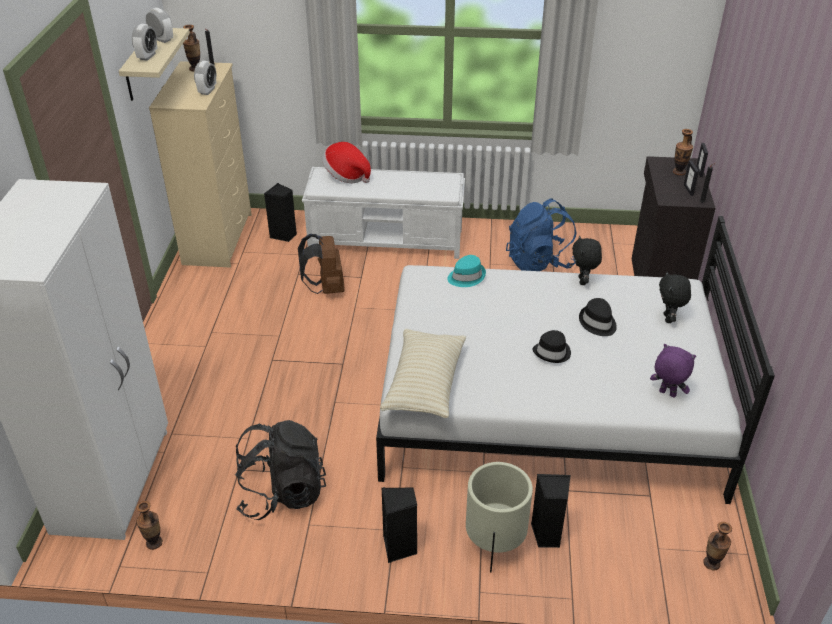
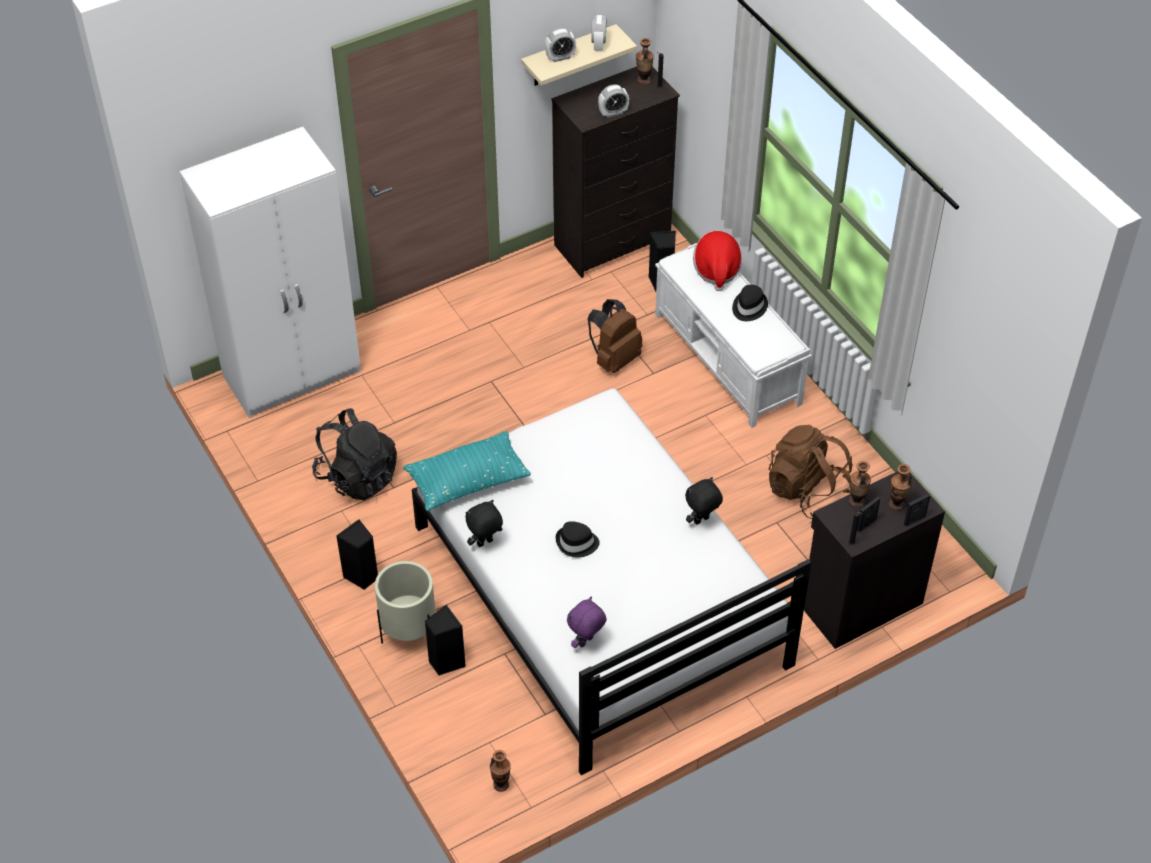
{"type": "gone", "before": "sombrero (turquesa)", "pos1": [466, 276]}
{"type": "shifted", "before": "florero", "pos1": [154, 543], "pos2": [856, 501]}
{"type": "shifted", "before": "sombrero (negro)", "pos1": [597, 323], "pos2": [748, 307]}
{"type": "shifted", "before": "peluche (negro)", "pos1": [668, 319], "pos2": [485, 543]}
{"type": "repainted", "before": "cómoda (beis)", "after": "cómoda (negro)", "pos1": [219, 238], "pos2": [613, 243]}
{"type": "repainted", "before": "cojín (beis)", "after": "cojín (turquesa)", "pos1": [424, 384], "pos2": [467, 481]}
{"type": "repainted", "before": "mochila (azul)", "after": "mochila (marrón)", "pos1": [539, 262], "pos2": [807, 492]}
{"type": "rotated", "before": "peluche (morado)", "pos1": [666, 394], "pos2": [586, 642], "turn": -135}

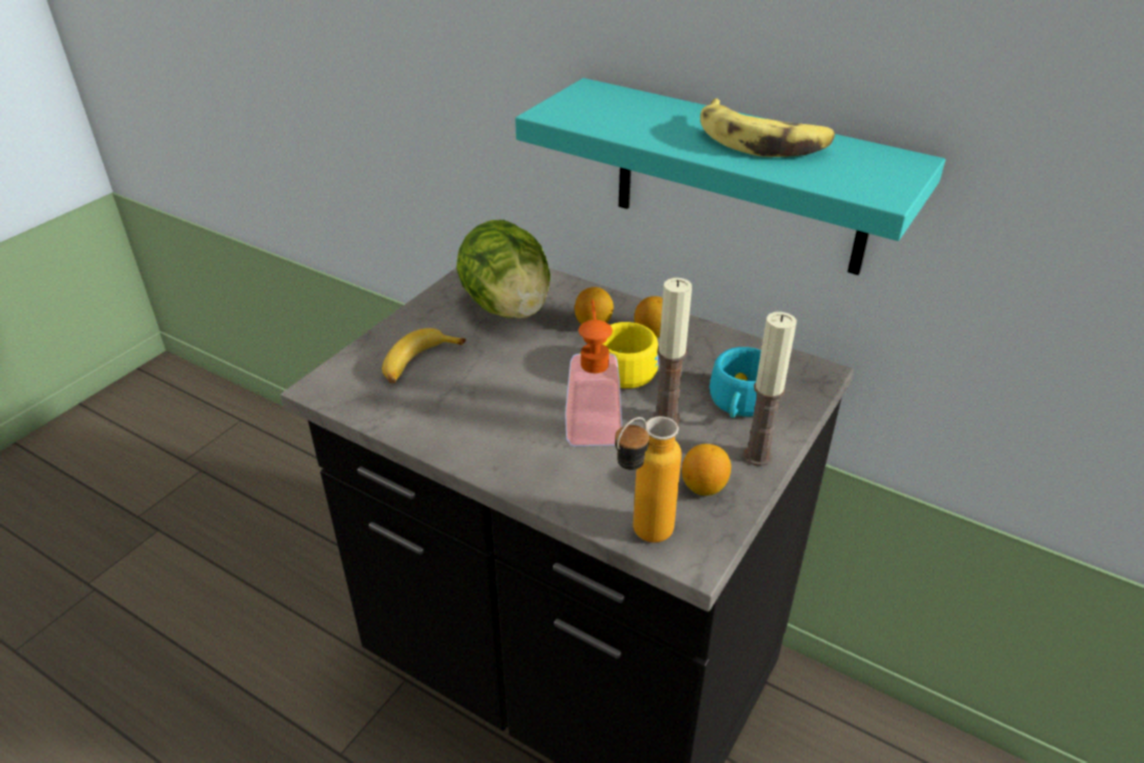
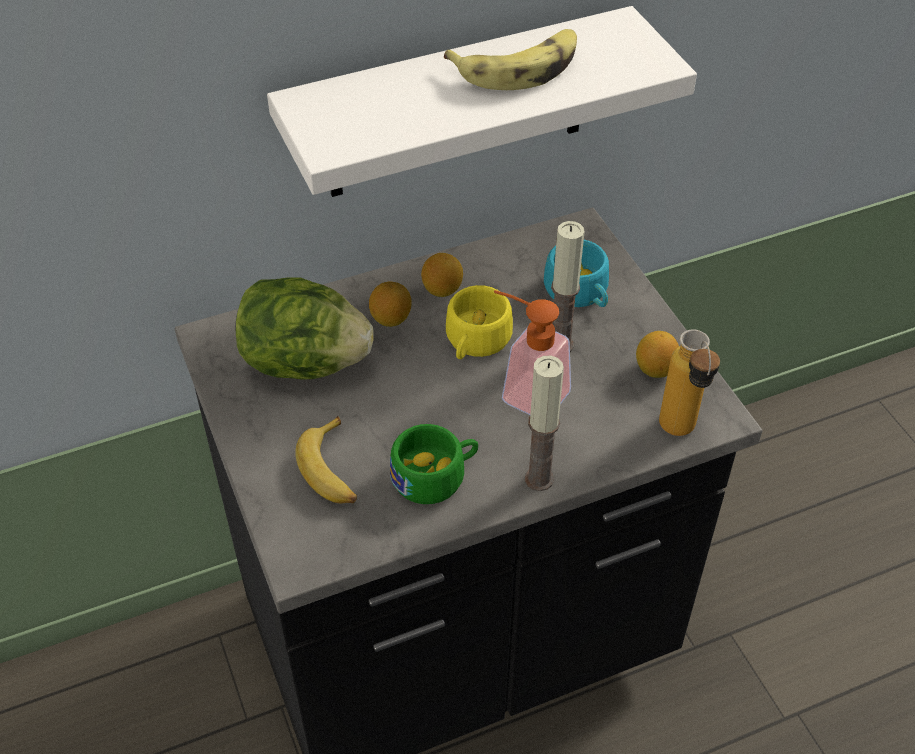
{"type": "new", "after": "taza (verde)", "pos2": [436, 475]}
{"type": "shifted", "before": "vela", "pos1": [758, 456], "pos2": [539, 479]}
{"type": "repainted", "before": "estante (turquesa)", "after": "estante (blanco)", "pos1": [740, 178], "pos2": [457, 106]}

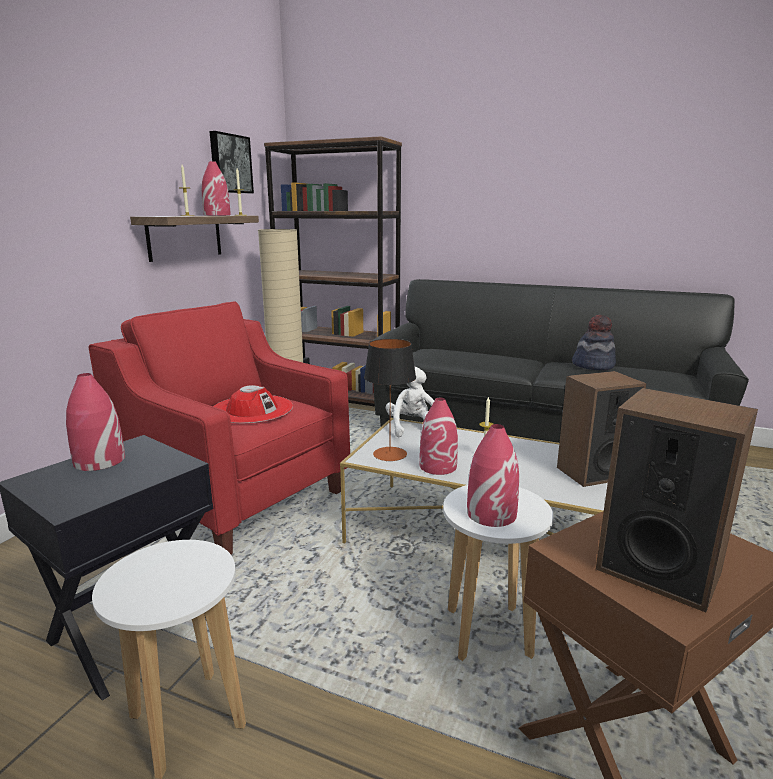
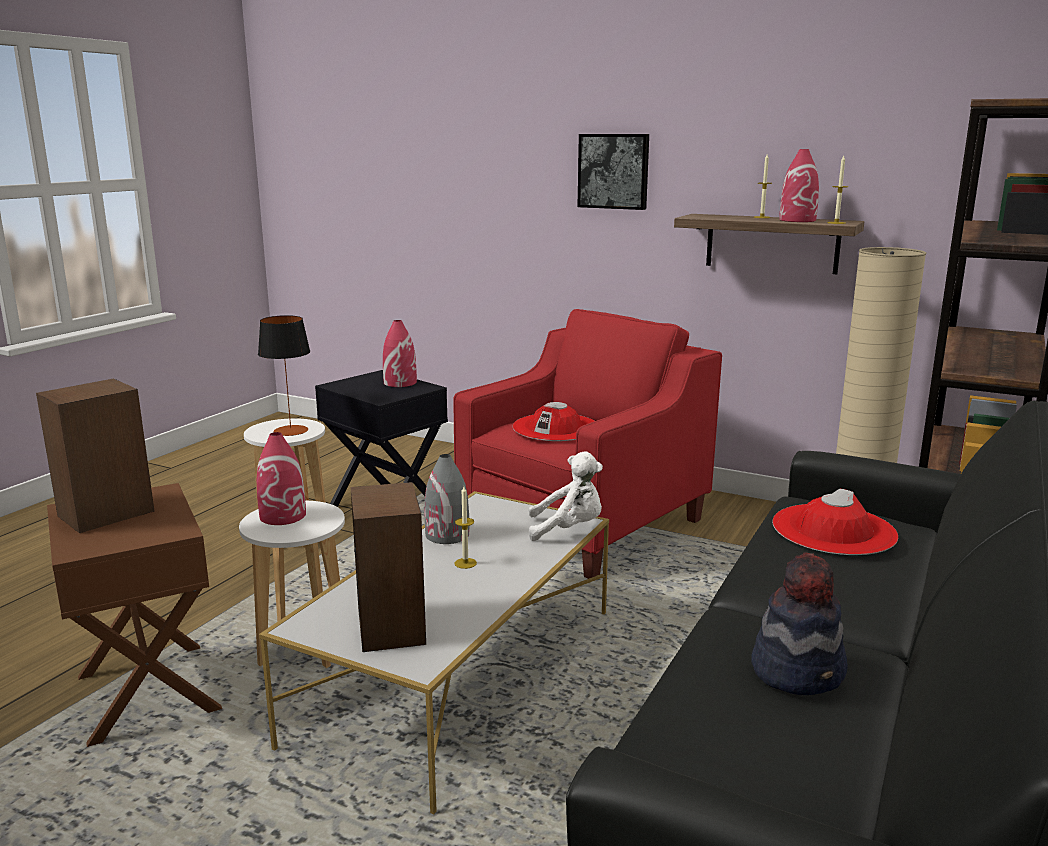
{"type": "new", "after": "sombrero (rojo)", "pos2": [833, 530]}
{"type": "shifted", "before": "cuadro", "pos1": [230, 164], "pos2": [614, 171]}
{"type": "shifted", "before": "lámpara de mesa", "pos1": [389, 454], "pos2": [290, 430]}
{"type": "repainted", "before": "florero (rojo)", "after": "florero (gris)", "pos1": [438, 466], "pos2": [447, 535]}

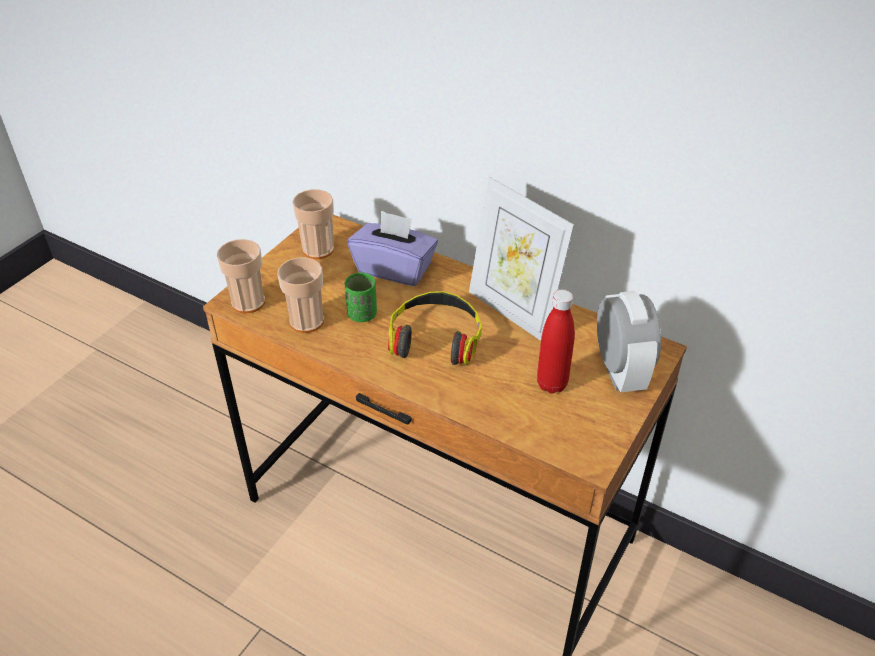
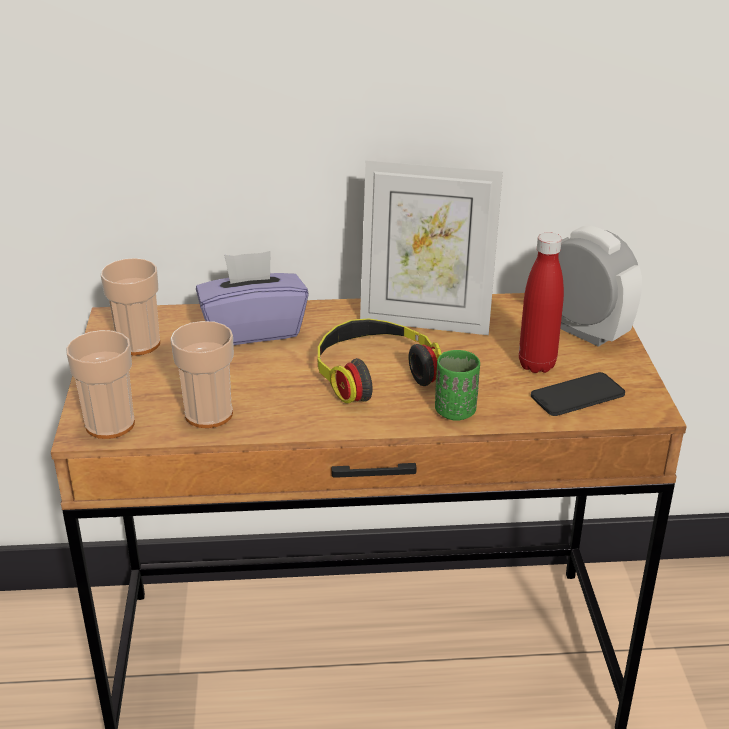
{"type": "new", "after": "móvil", "pos2": [577, 395]}
{"type": "shifted", "before": "taza (verde)", "pos1": [362, 315], "pos2": [455, 411]}

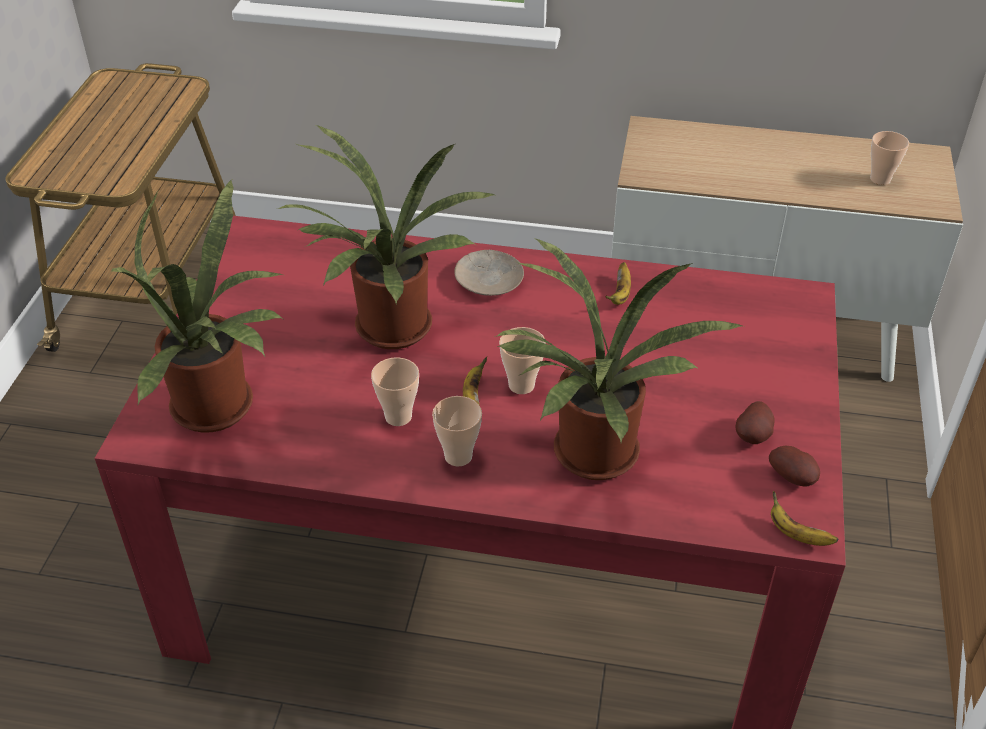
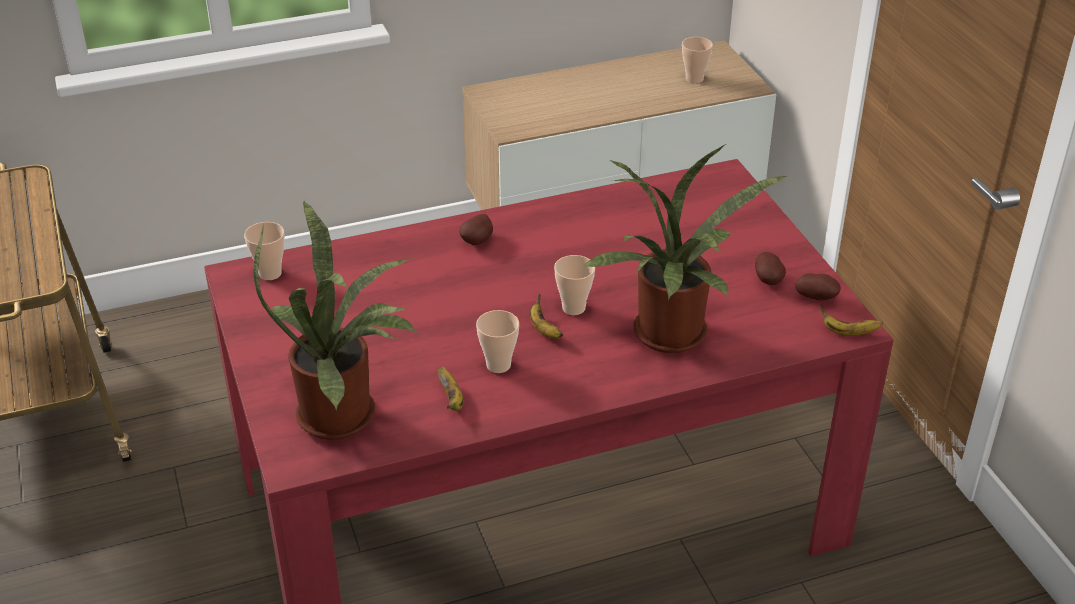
{"type": "gone", "before": "planta en maceta", "pos1": [390, 333]}
{"type": "shifted", "before": "taza", "pos1": [458, 456], "pos2": [270, 273]}
{"type": "shifted", "before": "plátano", "pos1": [620, 294], "pos2": [451, 399]}
{"type": "swapped", "before": "plato (beis)", "after": "patata", "pos1": [489, 280], "pos2": [478, 242]}

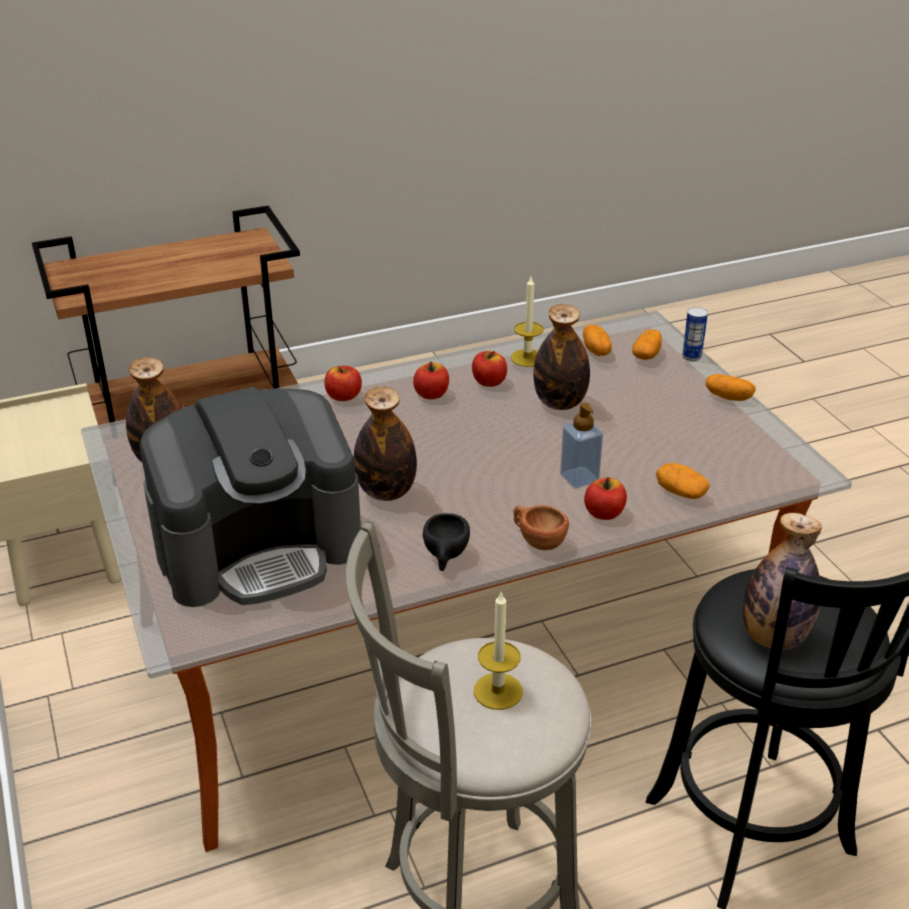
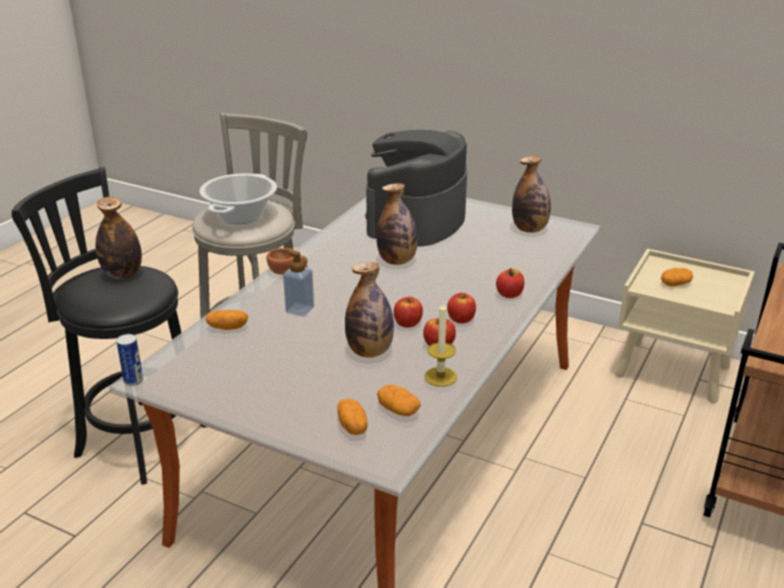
{"type": "gone", "before": "taza (negro)", "pos1": [445, 557]}
{"type": "shifted", "before": "manzana", "pos1": [604, 513], "pos2": [407, 323]}
{"type": "shifted", "before": "lata", "pos1": [691, 357], "pos2": [133, 380]}
{"type": "shifted", "before": "patata", "pos1": [728, 397], "pos2": [675, 284]}
{"type": "swapped", "before": "vela", "after": "olla", "pos1": [498, 691], "pos2": [240, 216]}

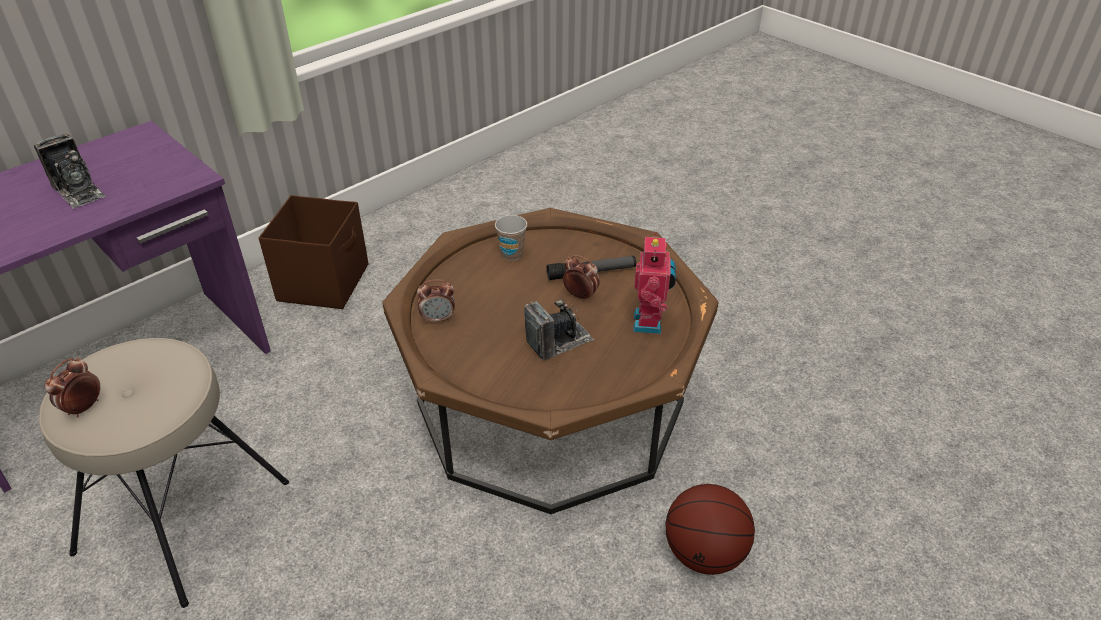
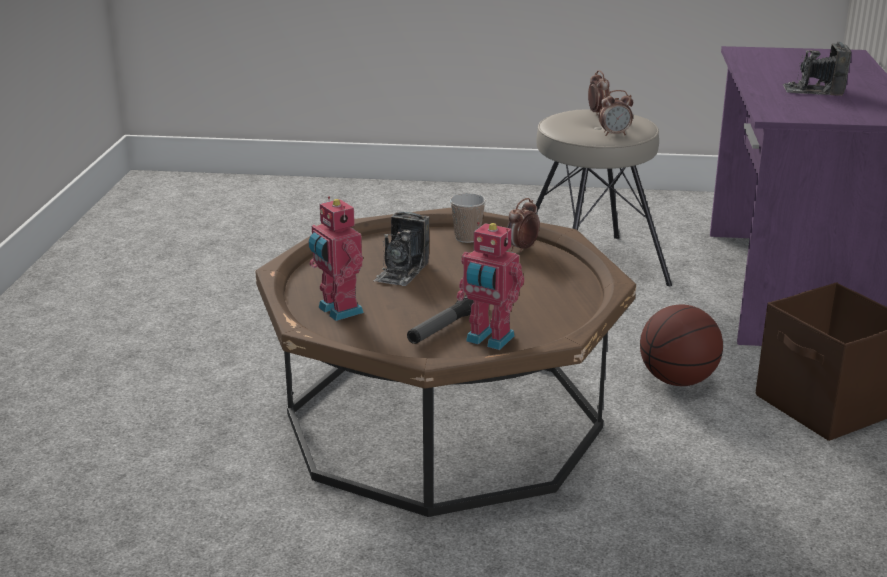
{"type": "new", "after": "robot de juguete", "pos2": [488, 340]}
{"type": "shifted", "before": "taza", "pos1": [512, 254], "pos2": [467, 238]}
{"type": "shifted", "before": "despertador", "pos1": [580, 296], "pos2": [614, 134]}
{"type": "shifted", "before": "balón de baloncesto", "pos1": [704, 553], "pos2": [677, 380]}

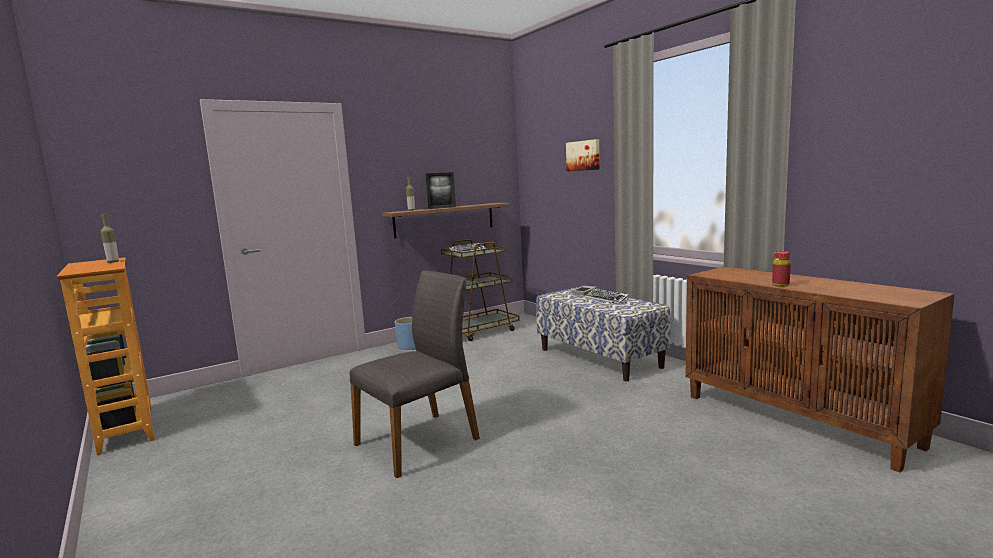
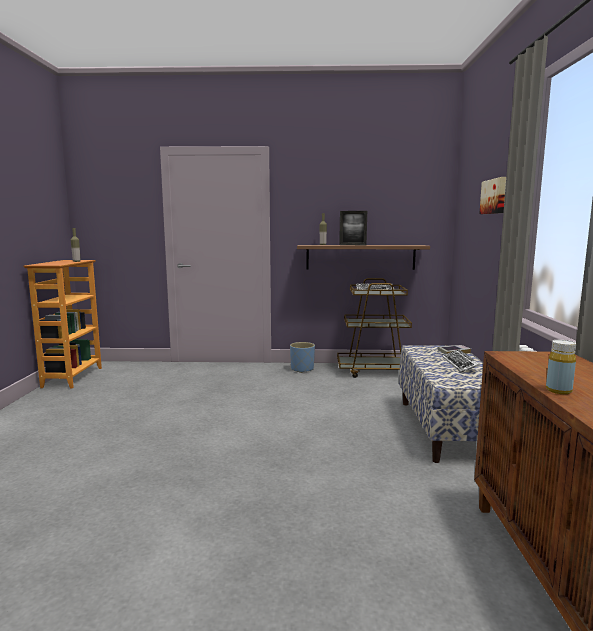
{"type": "gone", "before": "silla (gris)", "pos1": [419, 441]}
{"type": "repainted", "before": "botella (rojo)", "after": "botella (amarillo)", "pos1": [780, 285], "pos2": [558, 390]}

